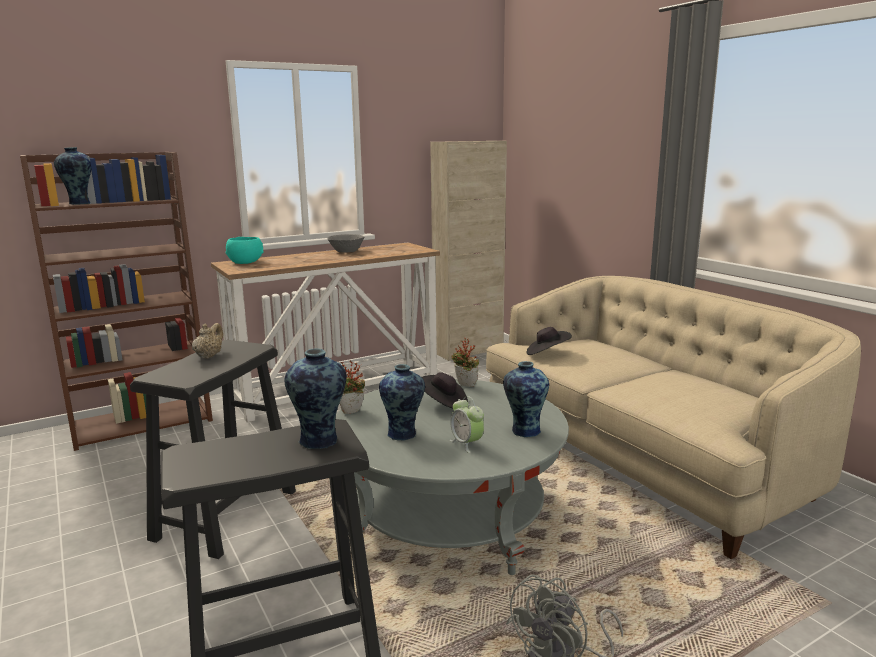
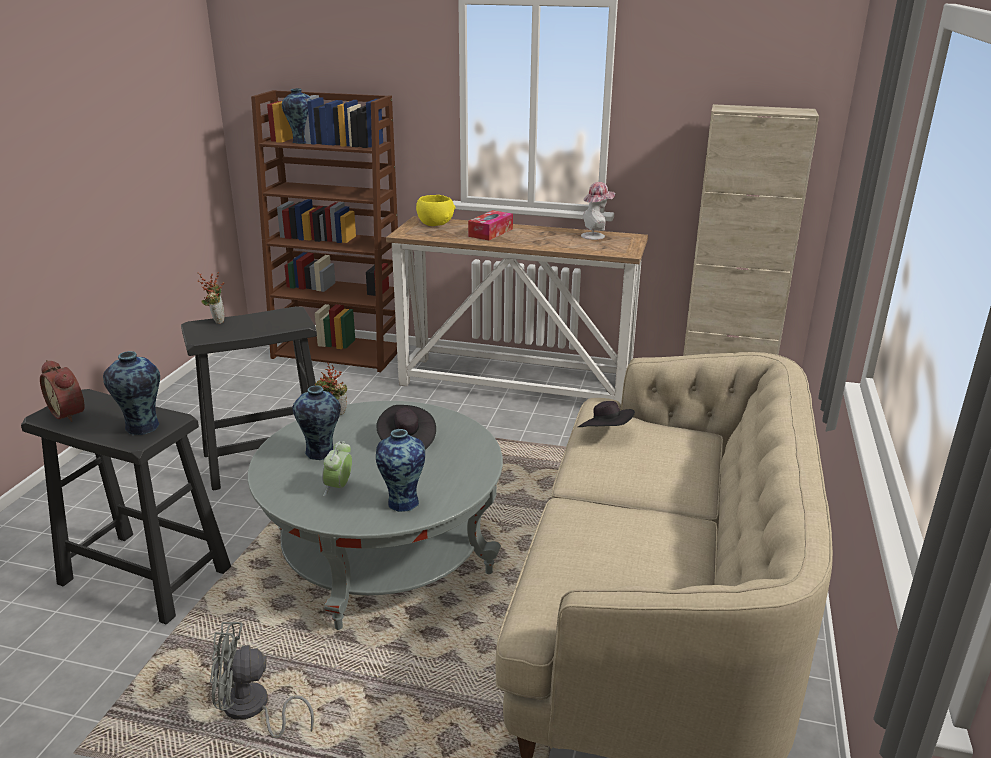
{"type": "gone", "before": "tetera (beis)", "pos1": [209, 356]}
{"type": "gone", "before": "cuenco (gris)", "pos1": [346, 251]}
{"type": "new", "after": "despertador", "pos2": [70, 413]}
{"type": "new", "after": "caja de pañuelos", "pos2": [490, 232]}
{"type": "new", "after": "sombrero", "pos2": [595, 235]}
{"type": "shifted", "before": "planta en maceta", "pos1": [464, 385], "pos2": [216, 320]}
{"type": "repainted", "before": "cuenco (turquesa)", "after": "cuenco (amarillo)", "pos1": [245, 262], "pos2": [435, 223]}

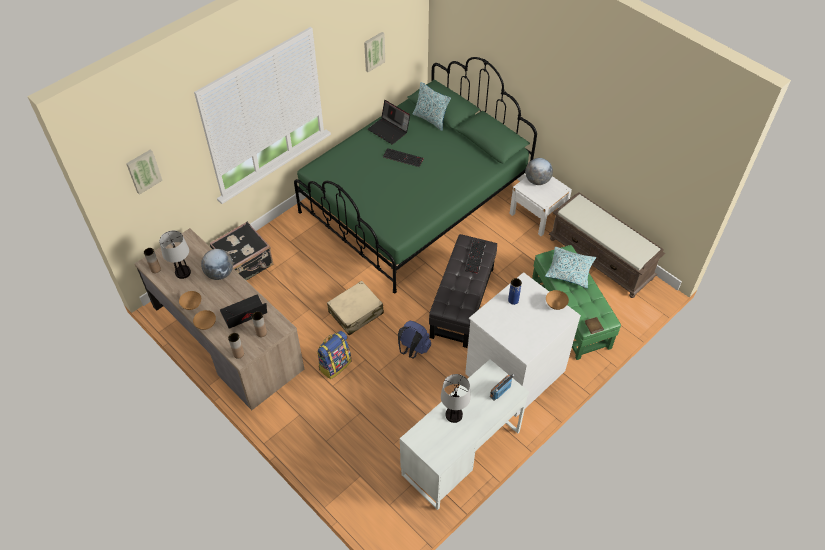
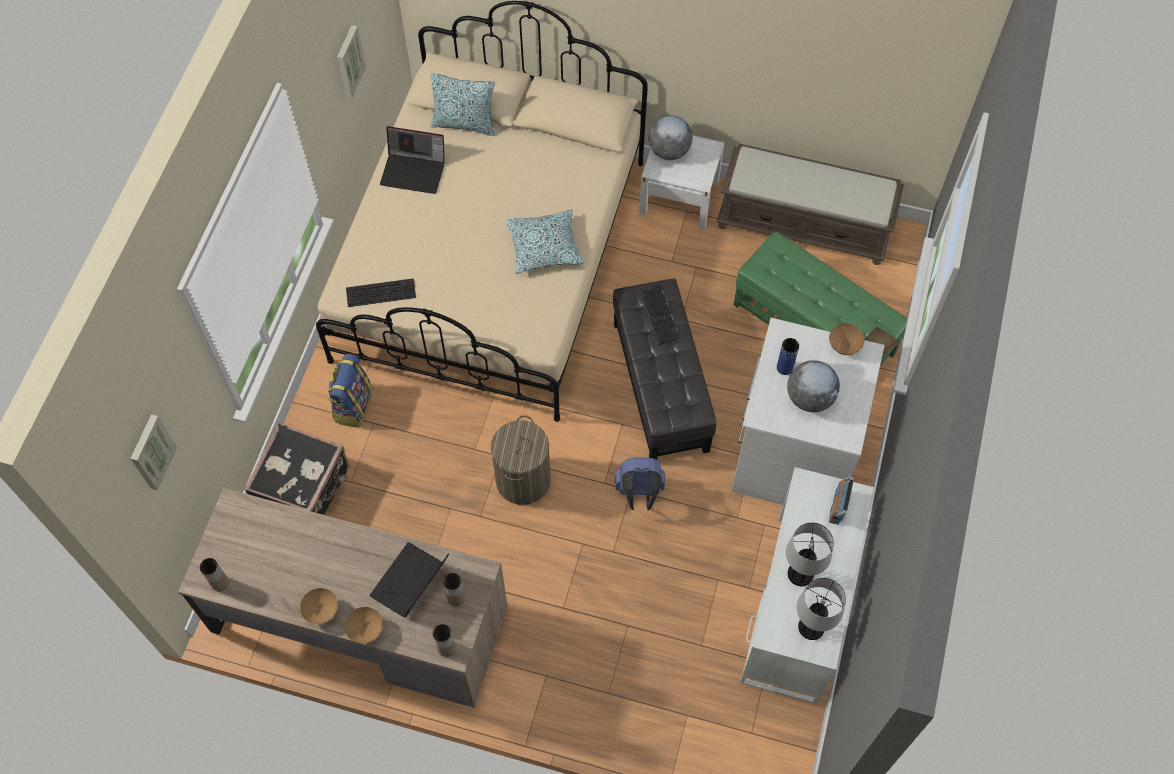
{"type": "shifted", "before": "lámpara de mesa", "pos1": [182, 272], "pos2": [811, 627]}
{"type": "shifted", "before": "globo terráqueo", "pos1": [220, 273], "pos2": [809, 397]}
{"type": "shifted", "before": "mochila", "pos1": [335, 365], "pos2": [352, 405]}
{"type": "shifted", "before": "teclado", "pos1": [403, 157], "pos2": [381, 292]}
{"type": "shifted", "before": "cojín", "pos1": [569, 271], "pos2": [544, 247]}
{"type": "swapped", "before": "maleta (beis)", "after": "cesto de la ropa", "pos1": [356, 313], "pos2": [523, 480]}
{"type": "repainted", "before": "cama (verde)", "after": "cama (beis)", "pos1": [415, 201], "pos2": [492, 260]}

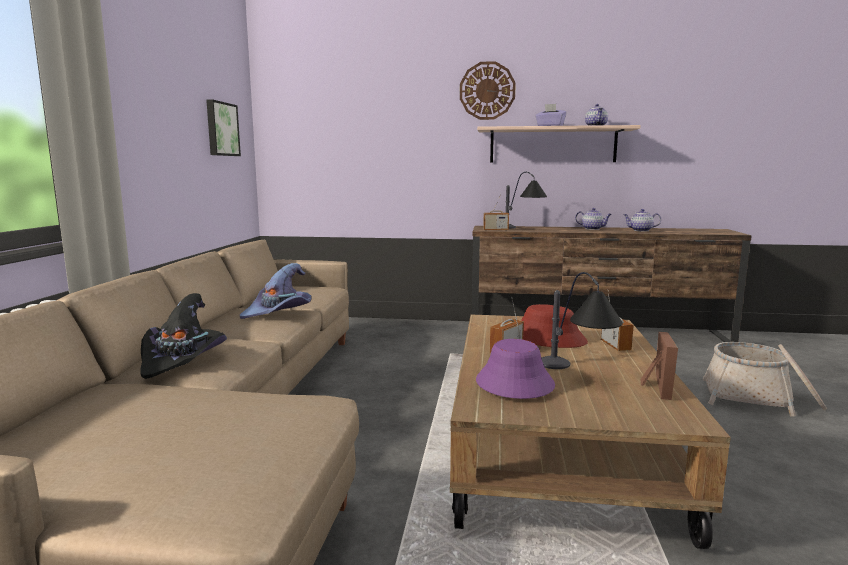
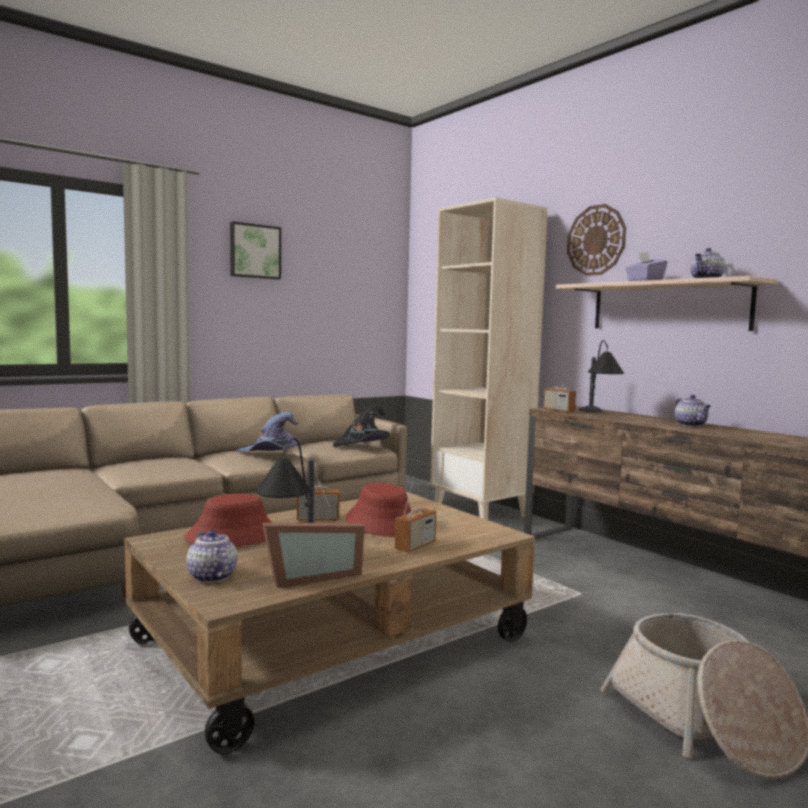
{"type": "new", "after": "estantería (beis)", "pos2": [481, 513]}
{"type": "shifted", "before": "sombrero (negro)", "pos1": [183, 360], "pos2": [363, 444]}
{"type": "shifted", "before": "cuadro", "pos1": [221, 129], "pos2": [254, 251]}
{"type": "shifted", "before": "tetera", "pos1": [640, 230], "pos2": [211, 576]}
{"type": "repainted", "before": "sombrero (morado)", "after": "sombrero (rojo)", "pos1": [514, 383], "pos2": [232, 536]}

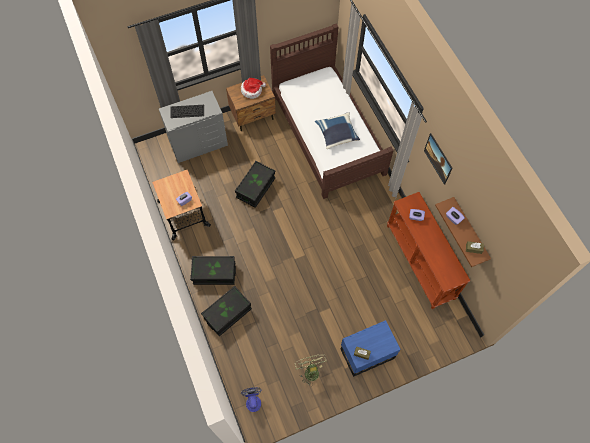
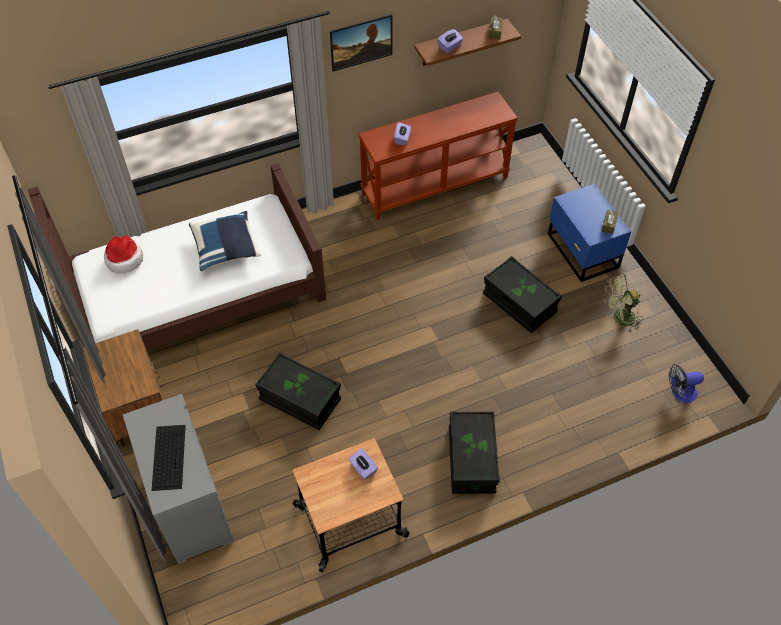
{"type": "shifted", "before": "caja de almacenaje (negro)", "pos1": [227, 314], "pos2": [519, 303]}
{"type": "shifted", "before": "sombrero", "pos1": [252, 90], "pos2": [124, 259]}

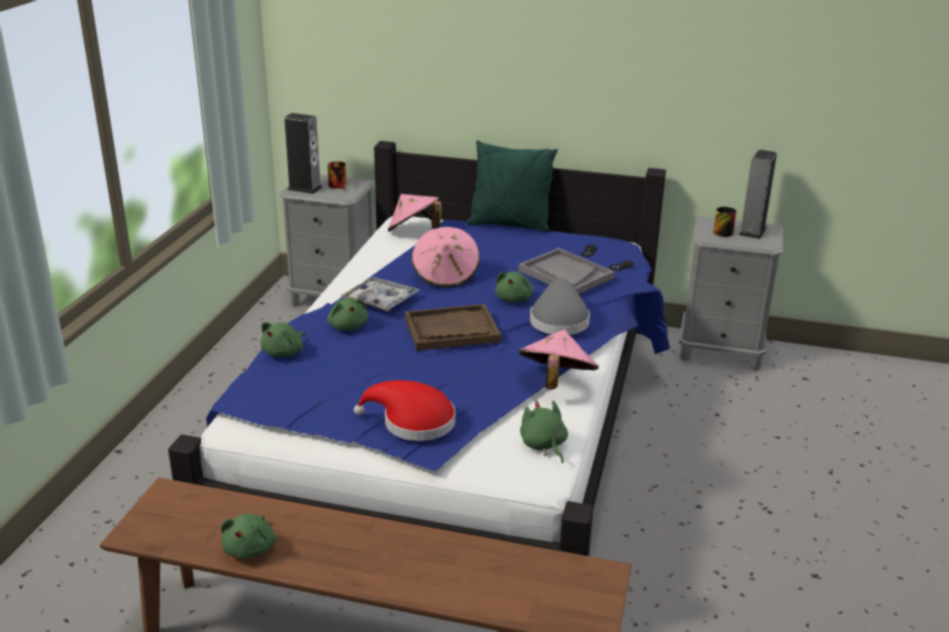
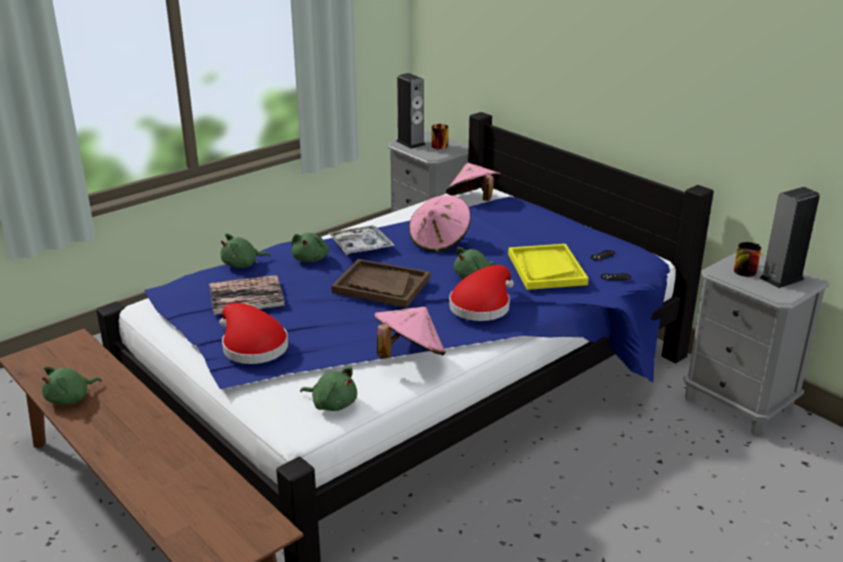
{"type": "gone", "before": "cojín (verde)", "pos1": [509, 225]}
{"type": "new", "after": "libro", "pos2": [246, 296]}
{"type": "repainted", "before": "bandeja (gris)", "after": "bandeja (amarillo)", "pos1": [565, 274], "pos2": [546, 269]}
{"type": "repainted", "before": "sombrero (gris)", "after": "sombrero (rojo)", "pos1": [558, 320], "pos2": [482, 305]}
{"type": "rotated", "before": "peluche (verde)", "pos1": [544, 446], "pos2": [332, 403], "turn": 105}

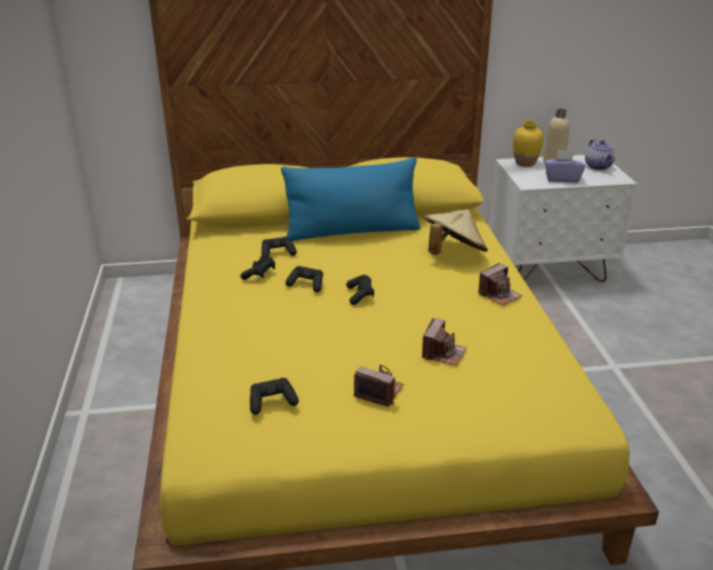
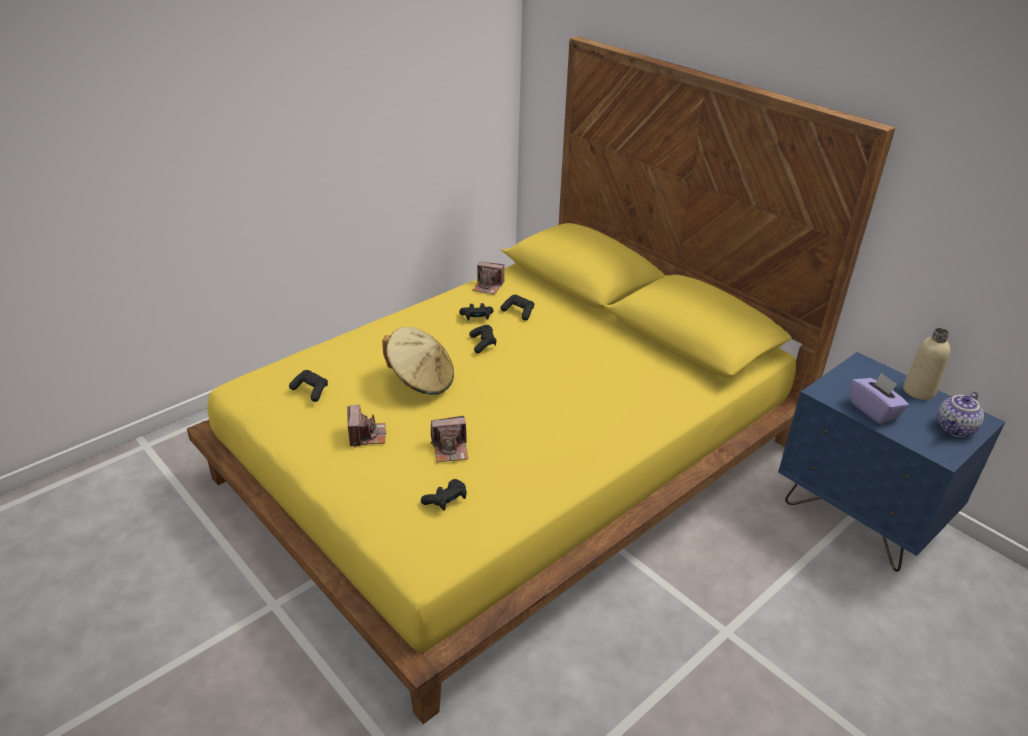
{"type": "gone", "before": "cojín (azul)", "pos1": [352, 231]}
{"type": "gone", "before": "florero (amarillo)", "pos1": [525, 163]}
{"type": "shifted", "before": "mando de consola (negro)", "pos1": [360, 295], "pos2": [446, 500]}
{"type": "shifted", "before": "sombrero (beis)", "pos1": [453, 254], "pos2": [421, 380]}
{"type": "shifted", "before": "cámara", "pos1": [499, 295], "pos2": [488, 287]}
{"type": "repainted", "before": "mesita de noche (blanco)", "after": "mesita de noche (azul)", "pos1": [549, 270], "pos2": [860, 517]}

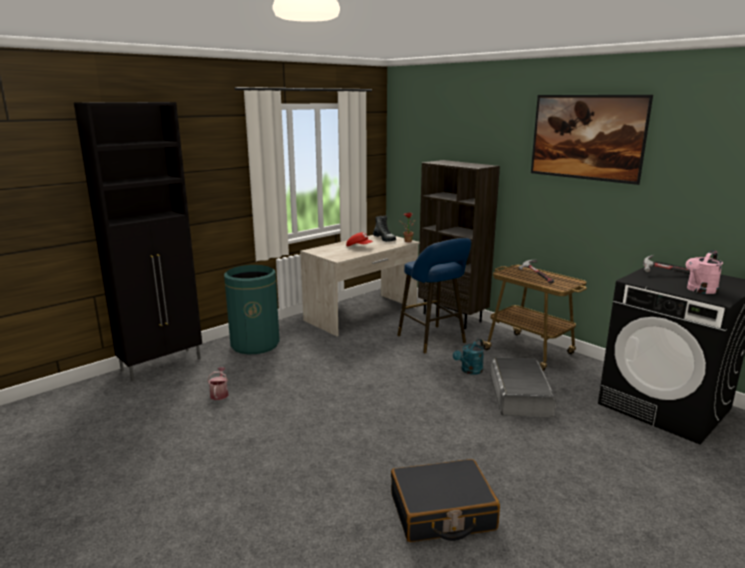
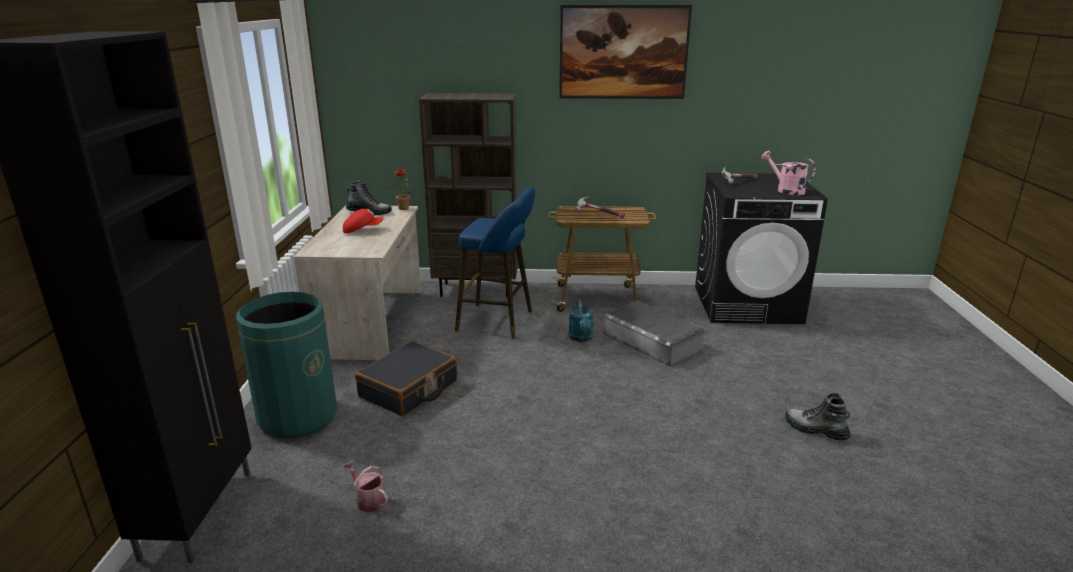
{"type": "new", "after": "bota", "pos2": [815, 430]}
{"type": "shifted", "before": "maleta (negro)", "pos1": [442, 512], "pos2": [409, 389]}
{"type": "rotated", "before": "regadera (rosa)", "pos1": [699, 290], "pos2": [786, 190], "turn": 135}

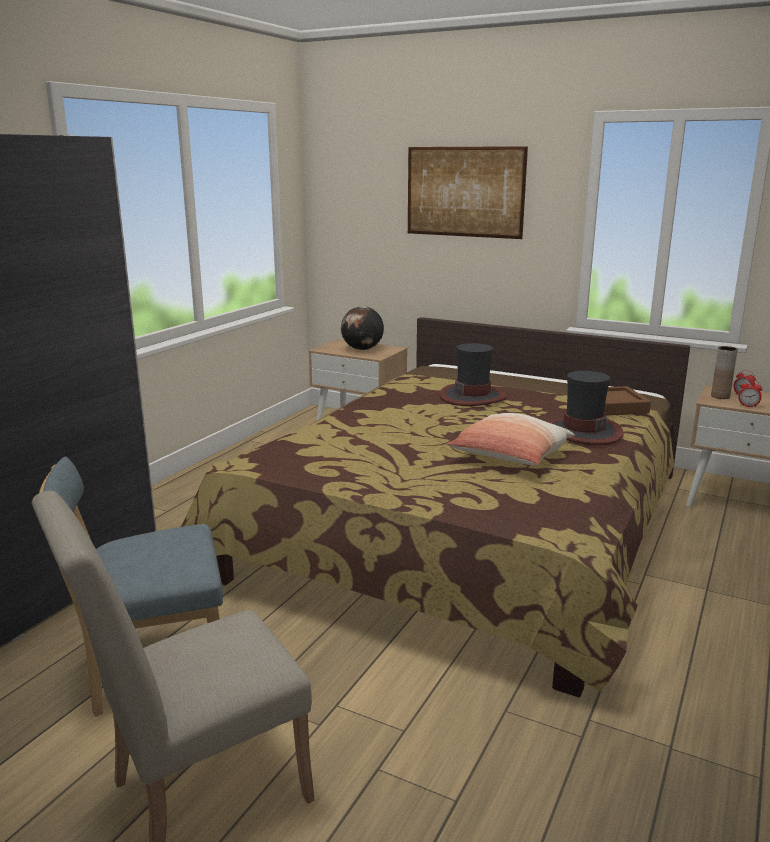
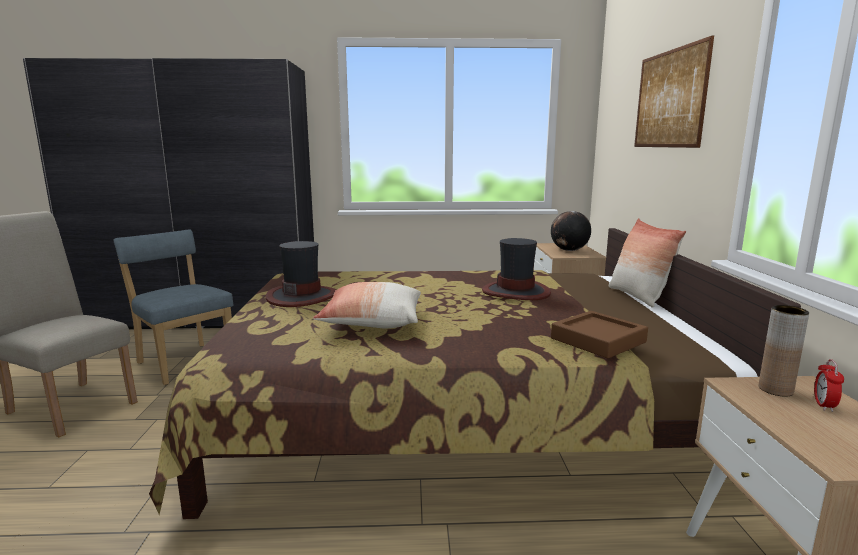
{"type": "gone", "before": "despertador", "pos1": [748, 406]}
{"type": "new", "after": "cojín", "pos2": [638, 297]}
{"type": "shifted", "before": "sombrero", "pos1": [582, 432], "pos2": [302, 296]}

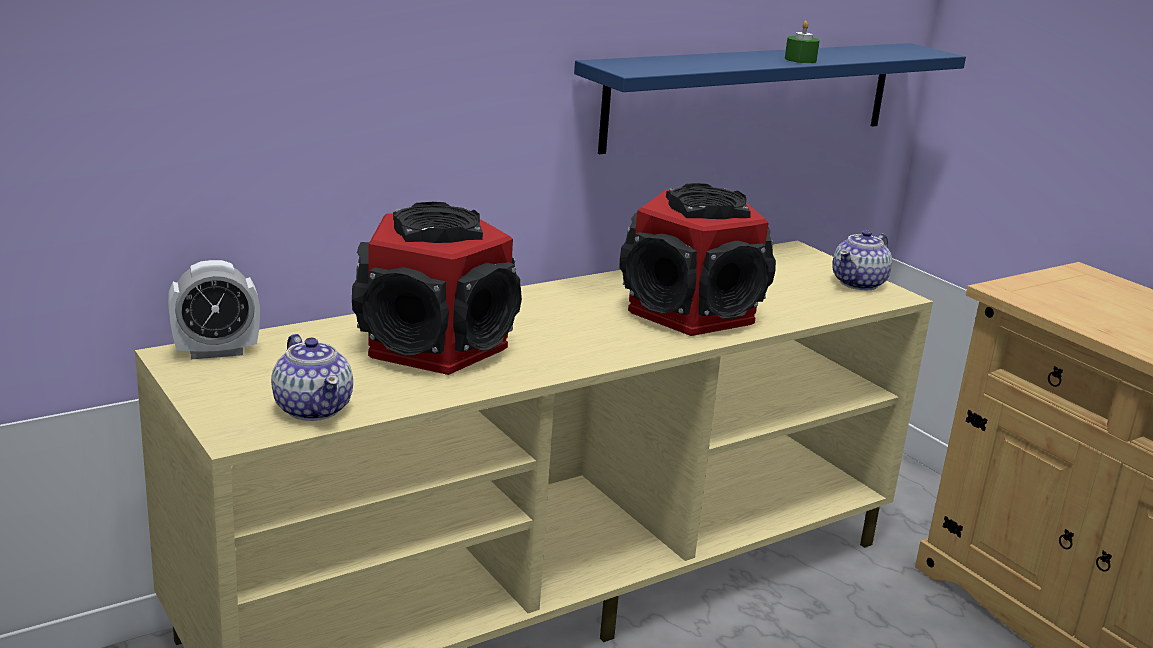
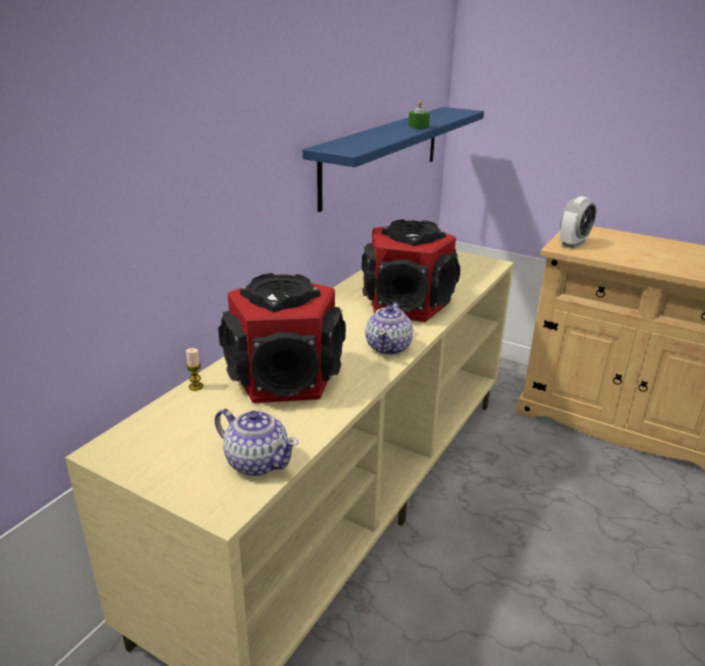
{"type": "new", "after": "vela", "pos2": [196, 386]}
{"type": "shifted", "before": "despertador", "pos1": [216, 352], "pos2": [573, 243]}
{"type": "shifted", "before": "tetera", "pos1": [859, 283], "pos2": [389, 347]}

